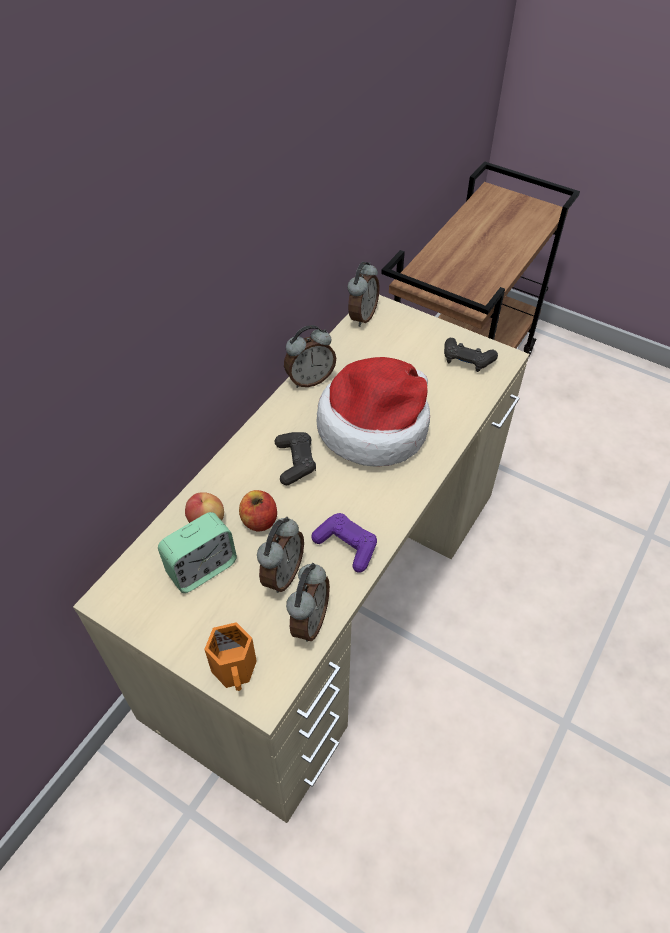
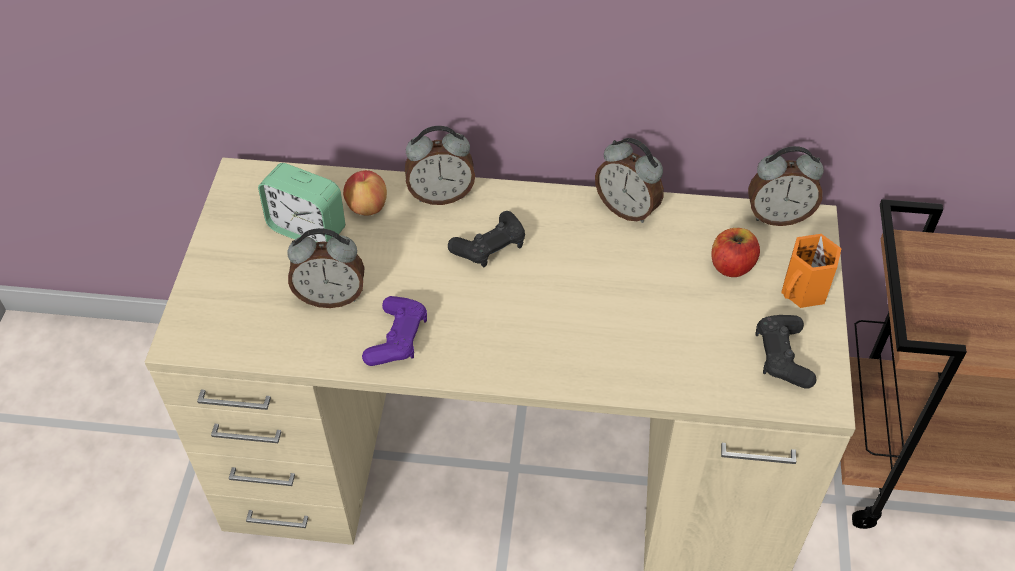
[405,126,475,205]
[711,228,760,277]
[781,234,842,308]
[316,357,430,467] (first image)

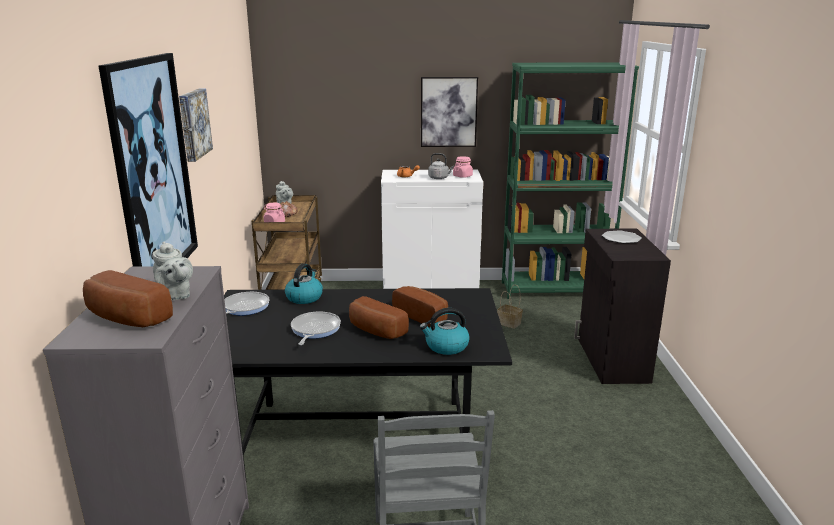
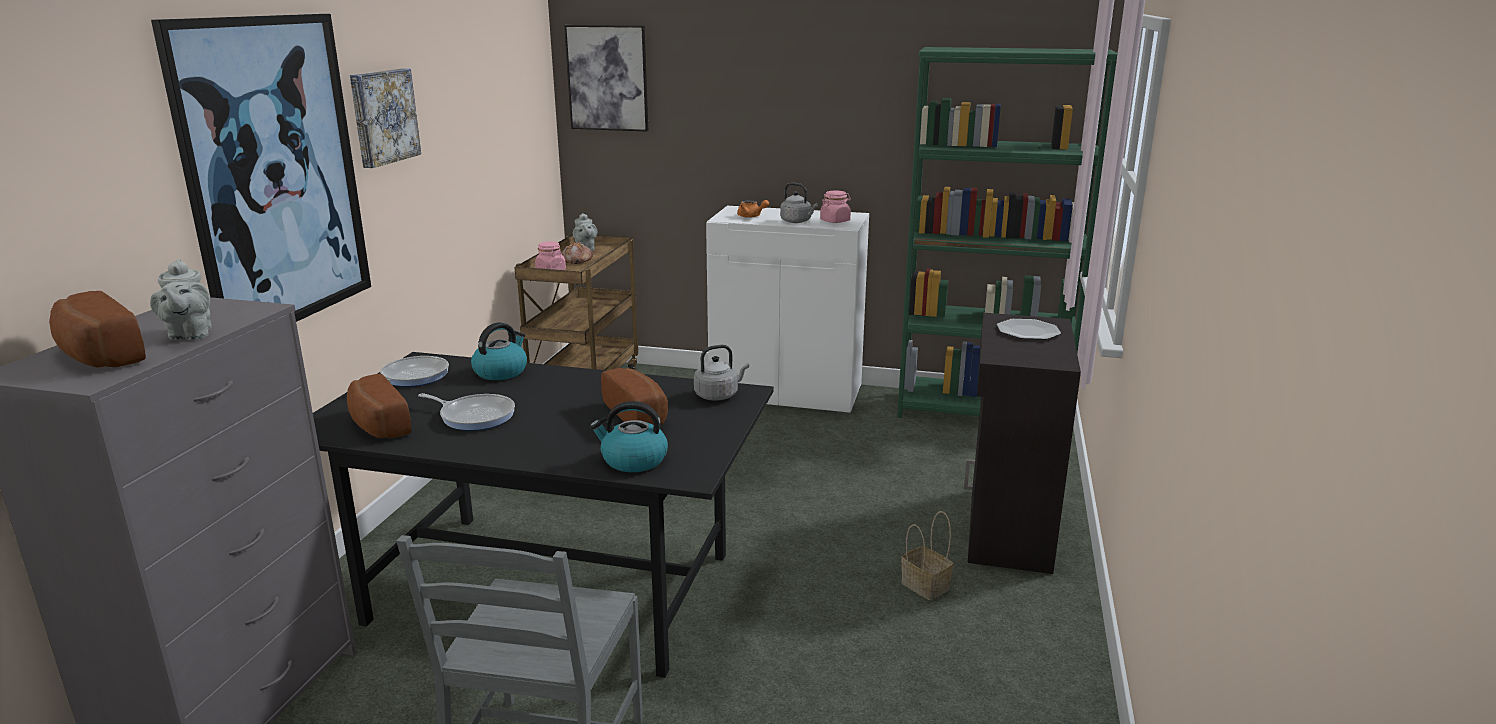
[347,374,411,438]
[418,393,515,431]
[564,25,648,132]
[694,345,749,400]
[901,511,954,600]

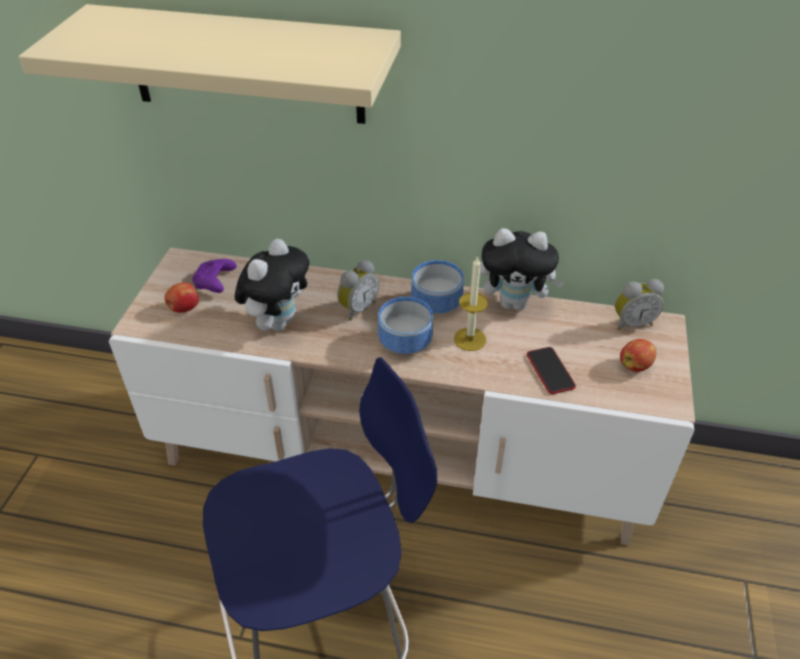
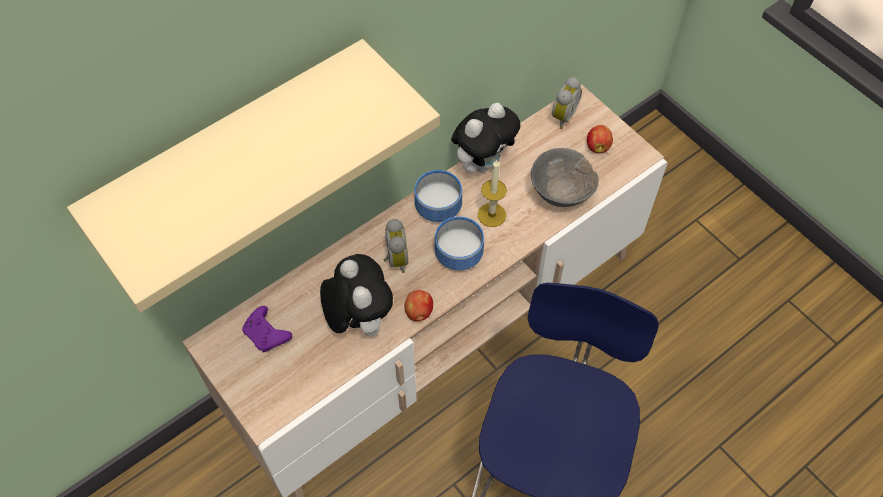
[405,290,433,321]
[531,148,599,207]

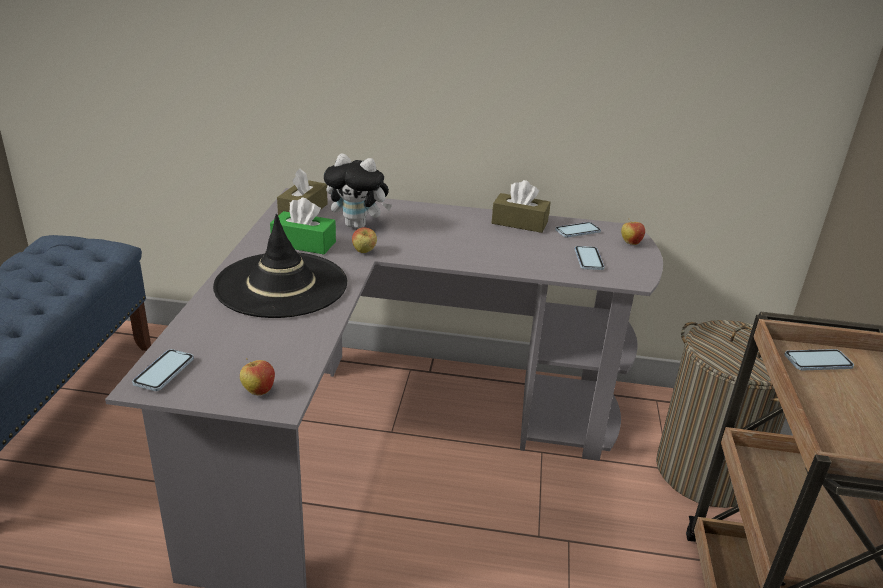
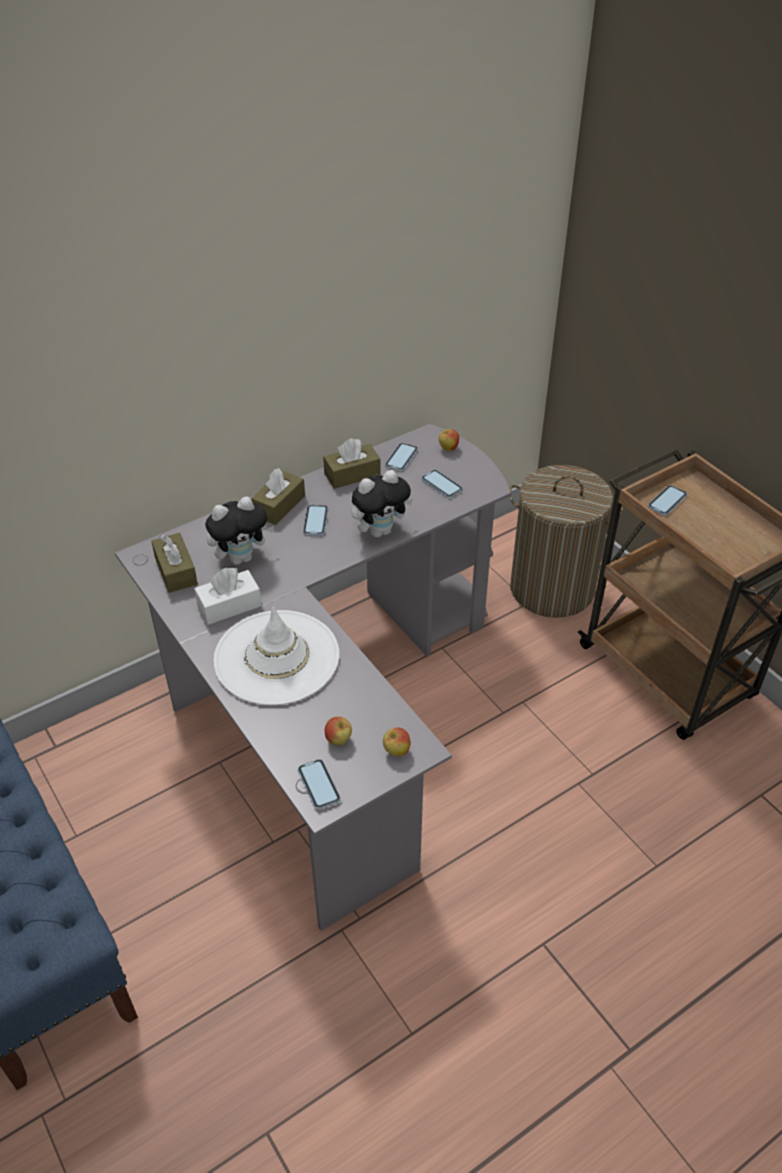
[194,568,262,625]
[214,607,339,705]
[251,468,305,525]
[303,505,328,536]
[325,716,352,745]
[351,470,413,538]

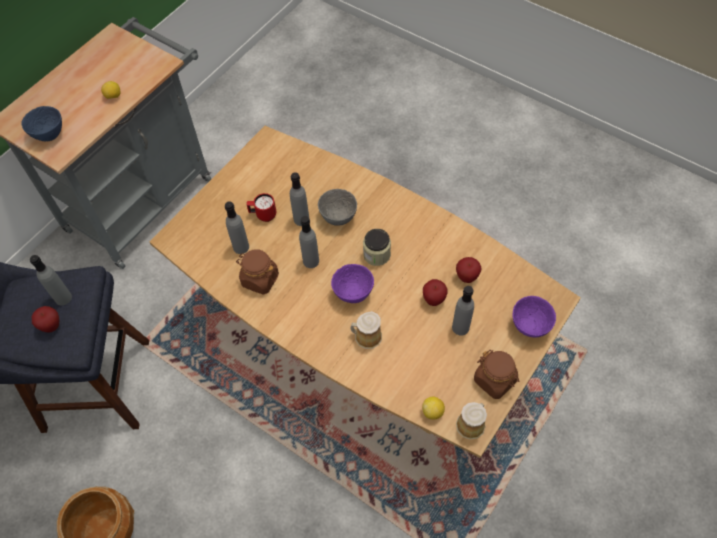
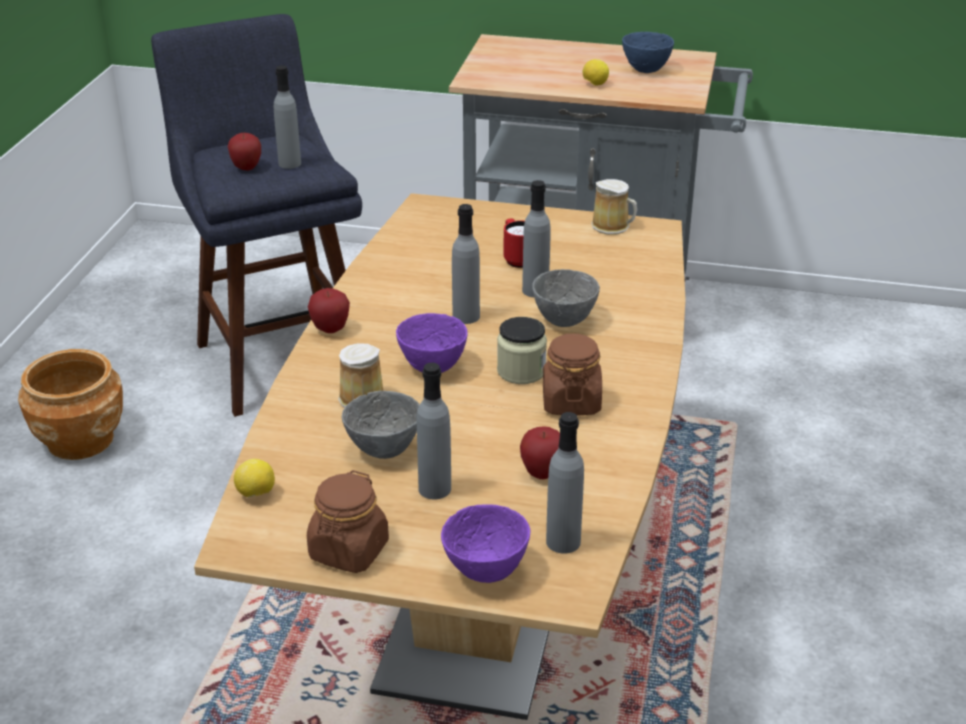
[308,288,350,333]
[342,391,420,459]
[543,333,602,415]
[546,412,584,554]
[591,179,637,235]
[622,32,674,73]

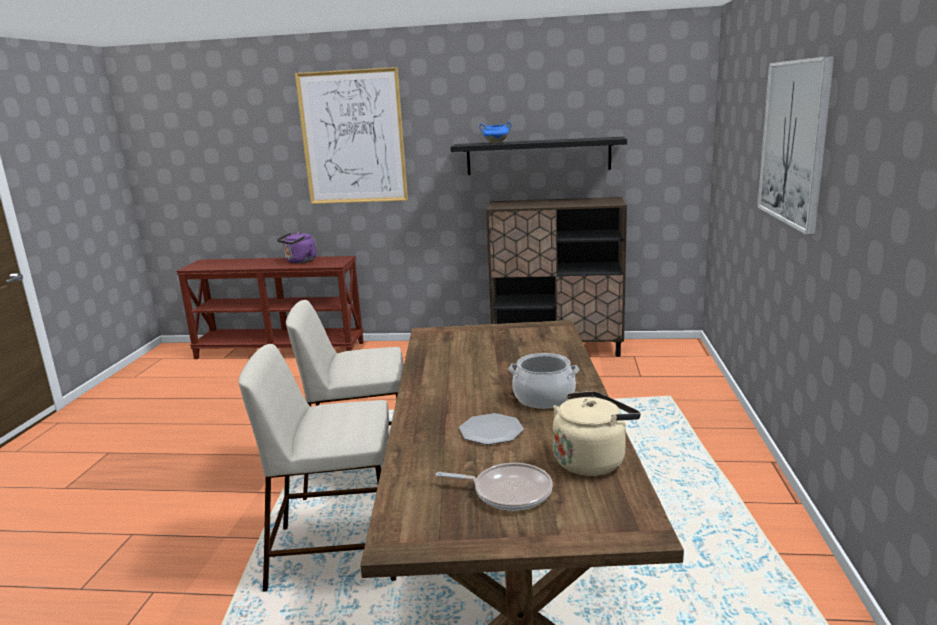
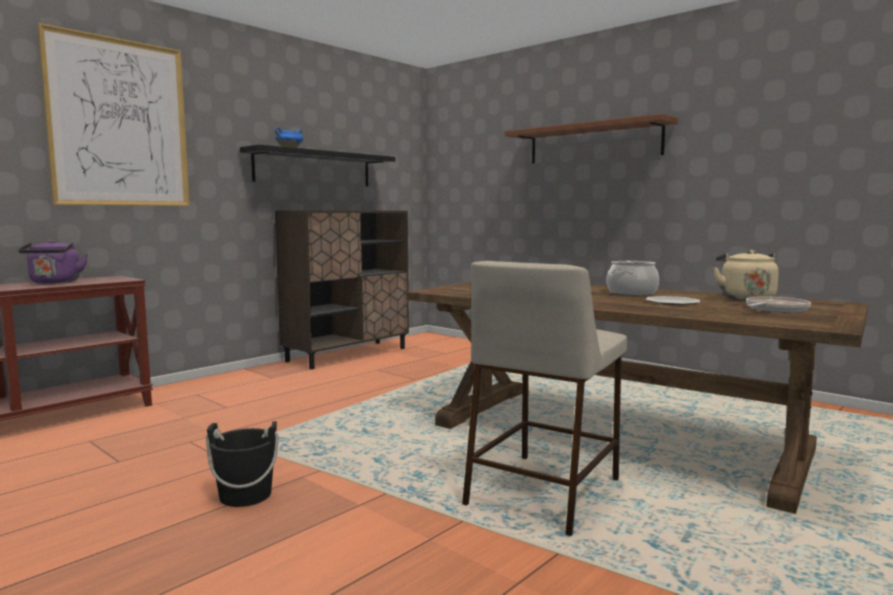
[206,421,279,507]
[505,114,678,164]
[286,300,404,500] (first image)

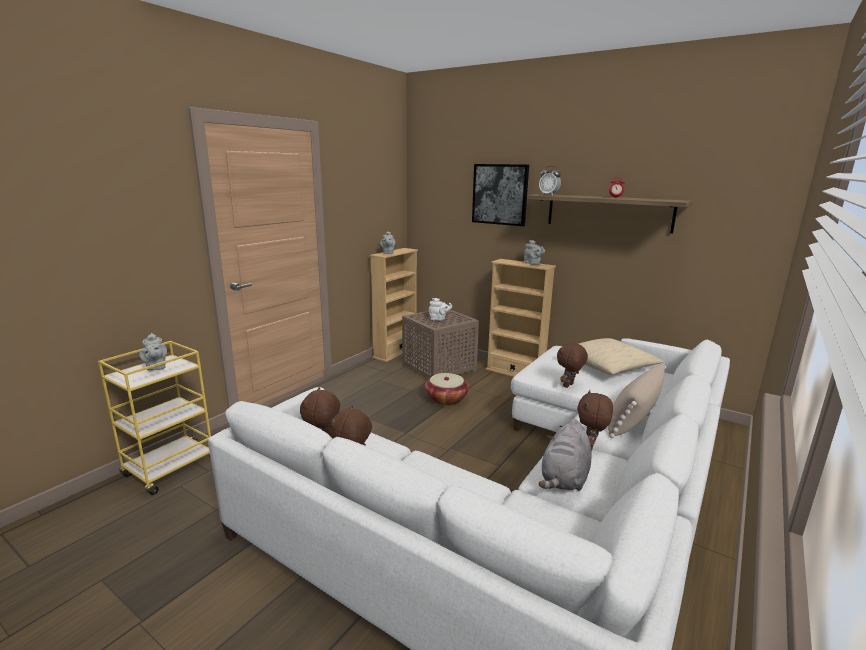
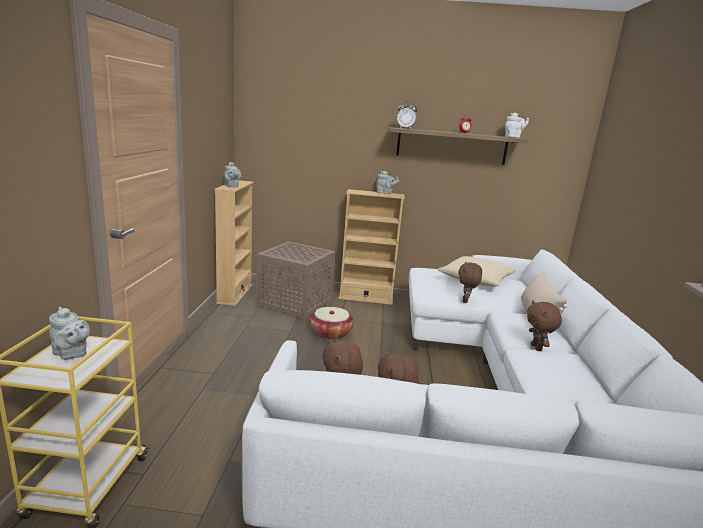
[505,113,529,138]
[472,164,529,226] (first image)
[539,419,591,491] (first image)

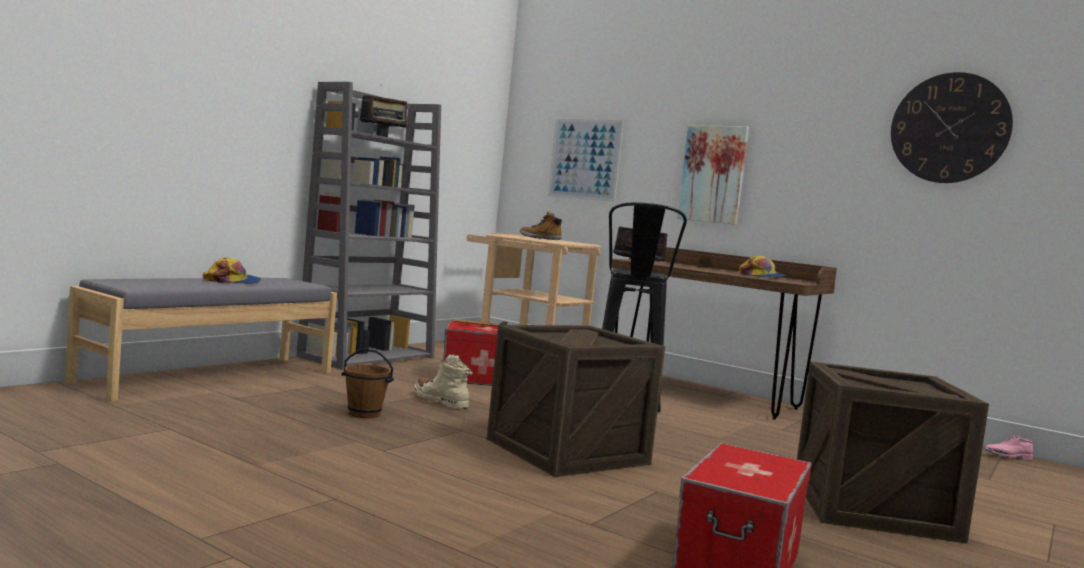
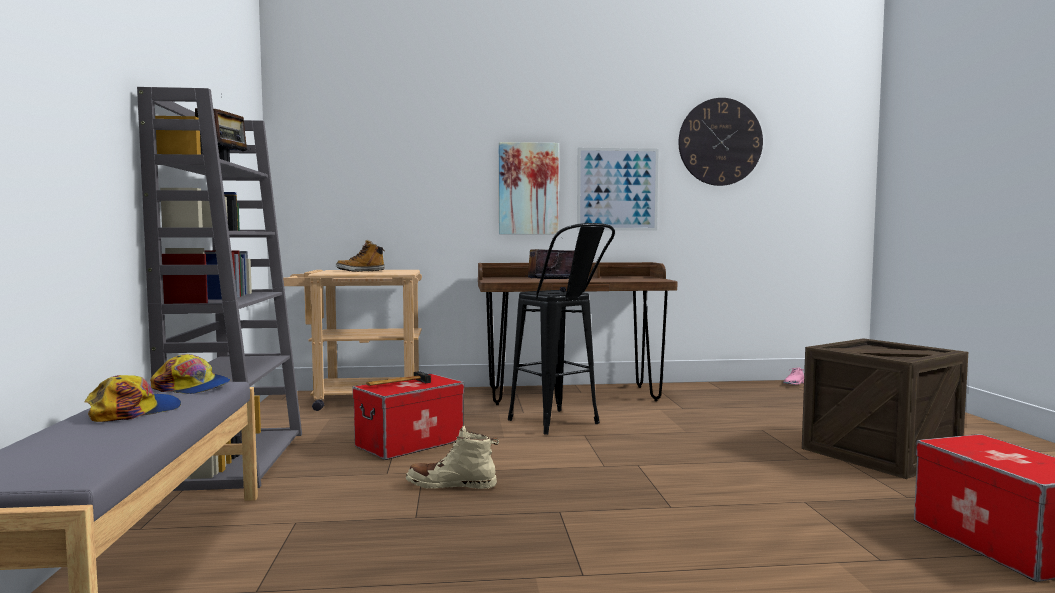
[150,354,230,394]
[577,148,659,231]
[341,349,394,418] (first image)
[487,325,665,477] (first image)

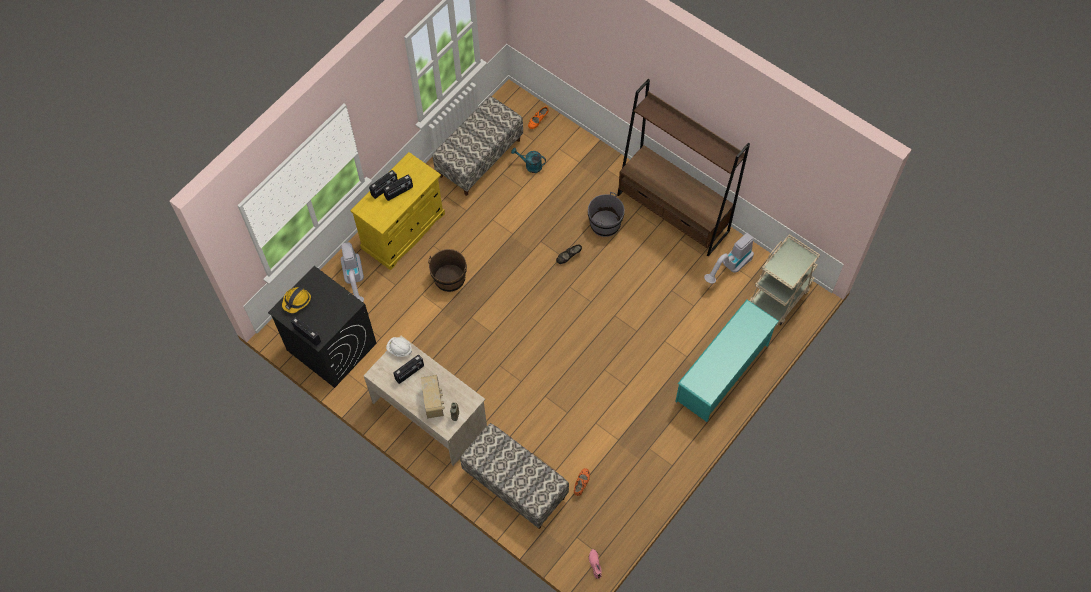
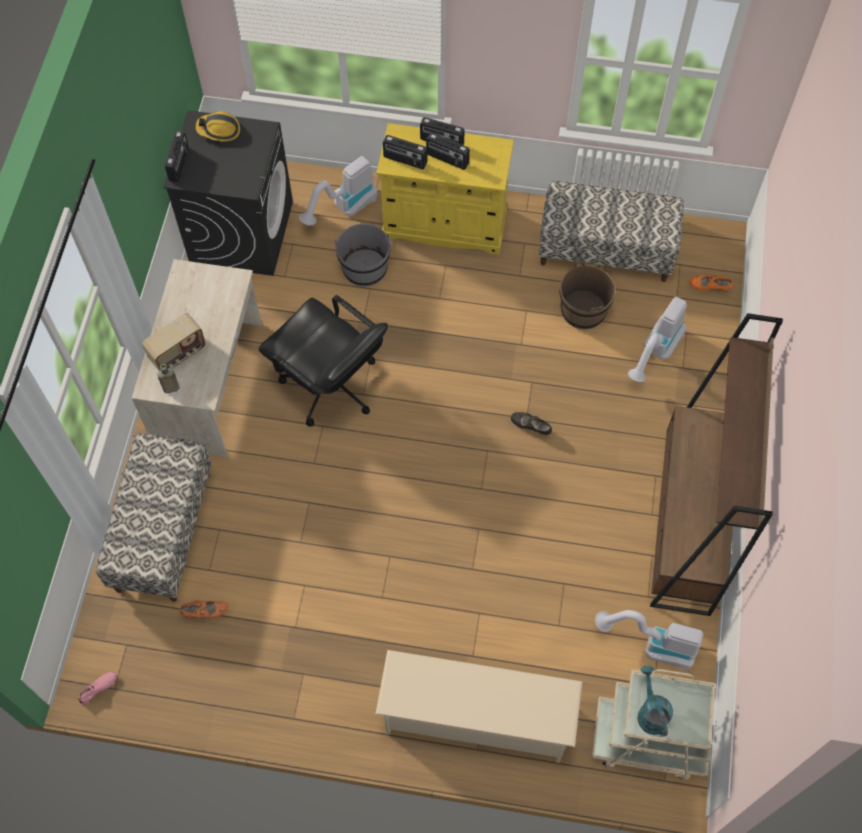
[259,295,388,427]
[335,224,391,287]
[376,650,582,763]
[383,135,427,169]
[560,261,615,330]
[628,297,687,382]
[638,666,673,737]
[386,337,412,357] (first image)

